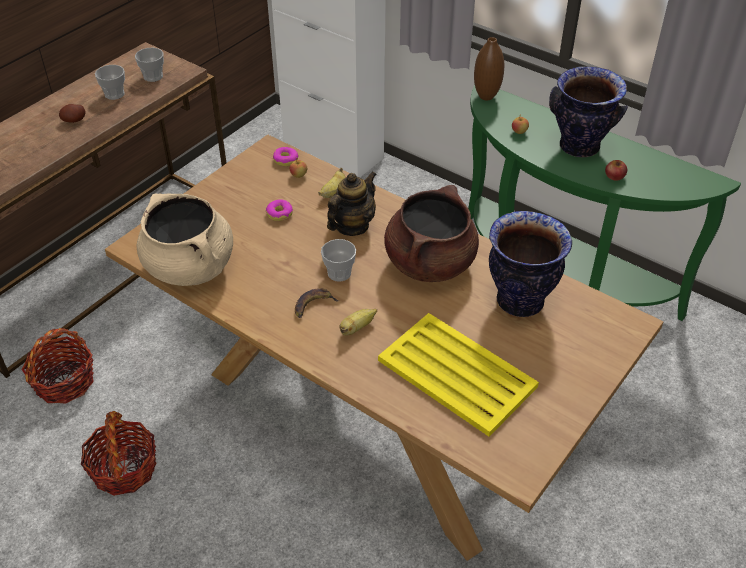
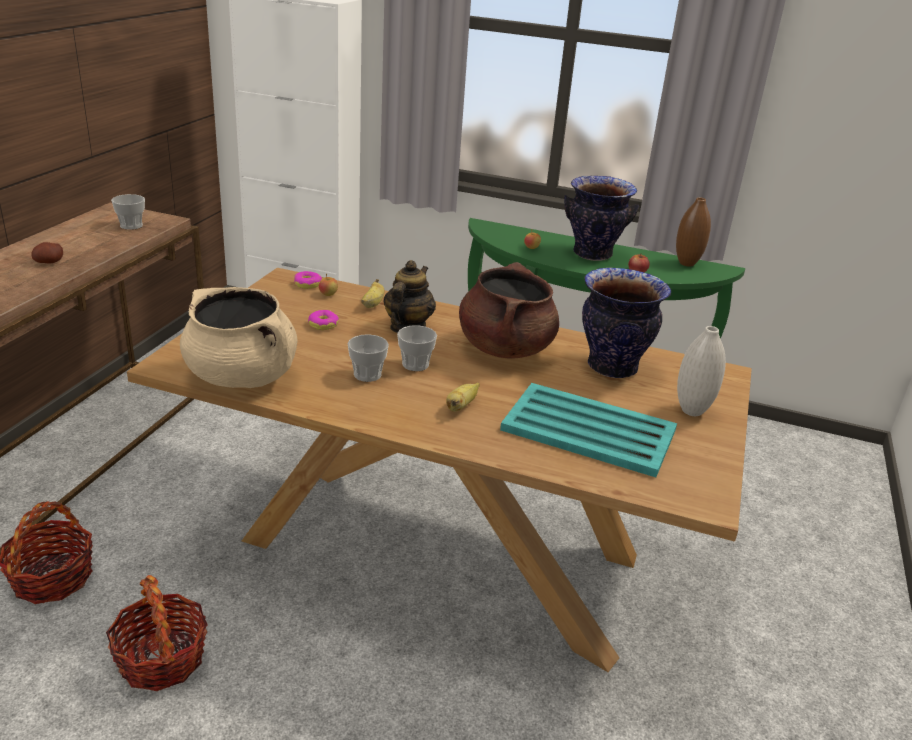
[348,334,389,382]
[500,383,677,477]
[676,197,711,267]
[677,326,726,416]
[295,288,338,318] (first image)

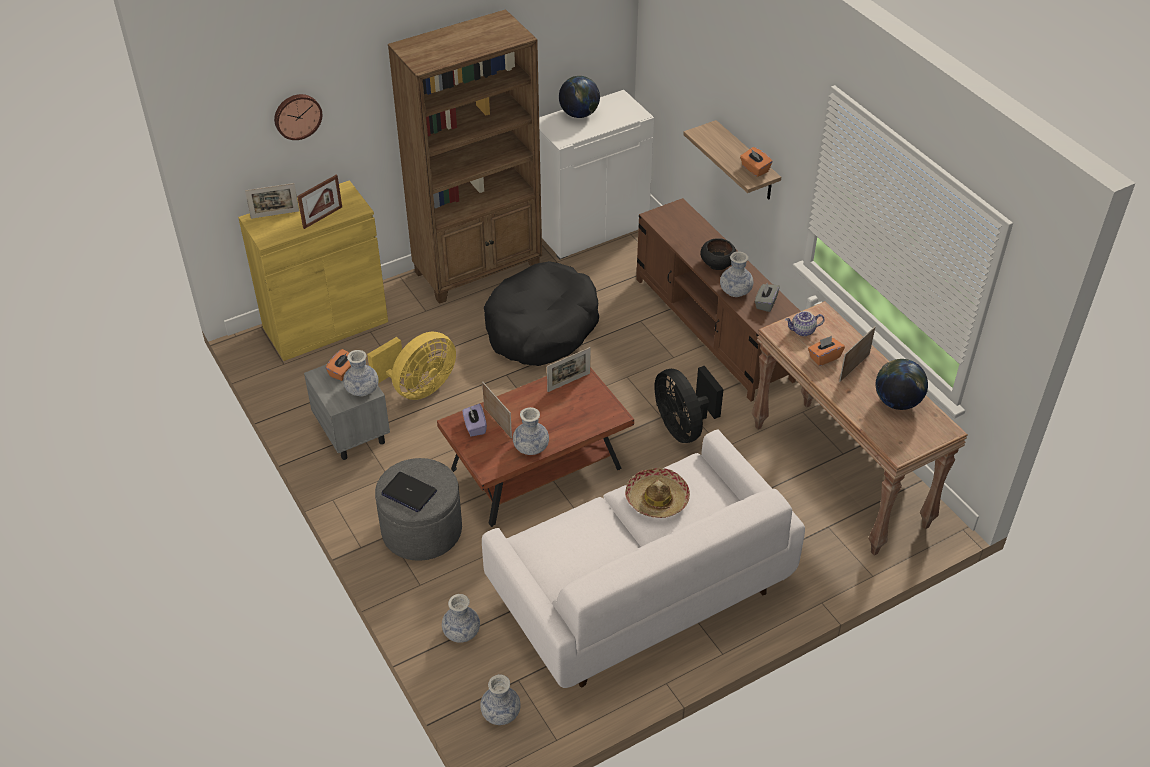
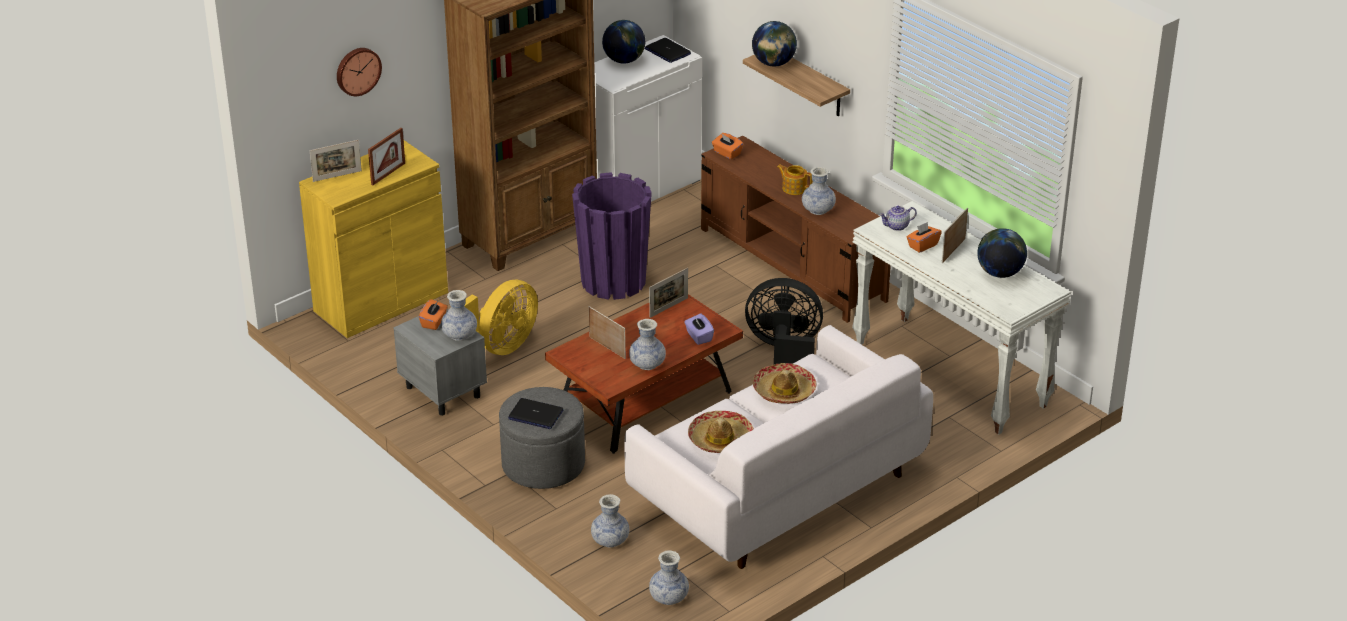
[572,172,652,300]
[645,38,691,63]
[684,313,714,345]
[688,411,754,453]
[712,133,743,159]
[745,278,823,365]
[752,21,797,66]
[777,164,813,195]
[852,201,1071,435]
[755,282,780,312] (first image)

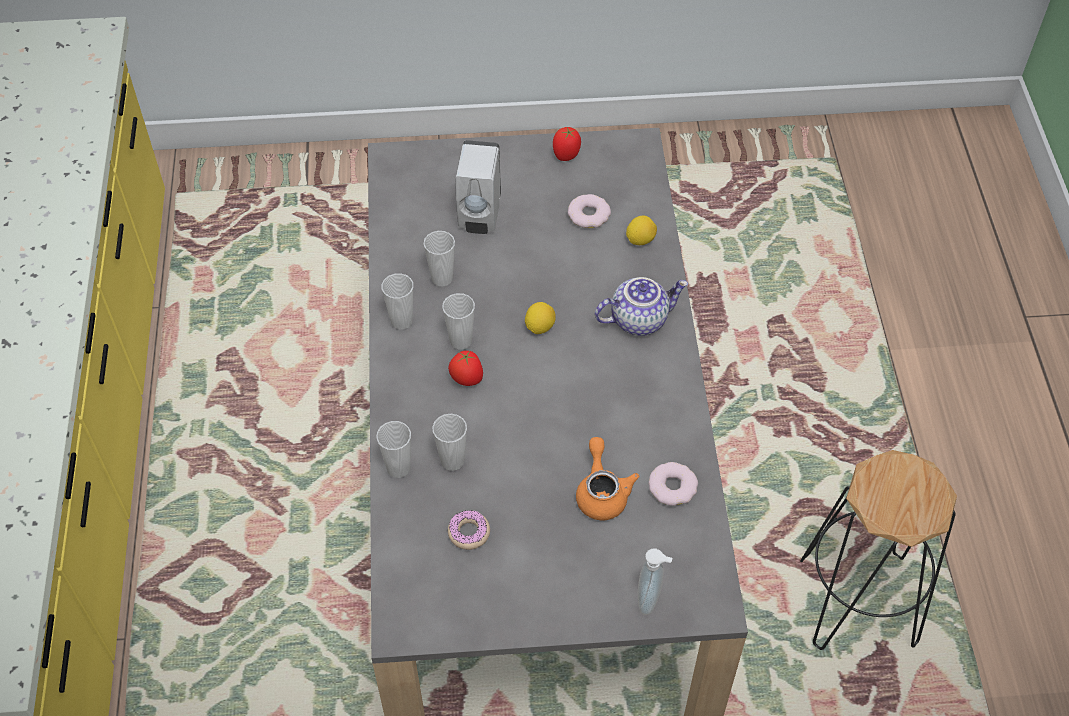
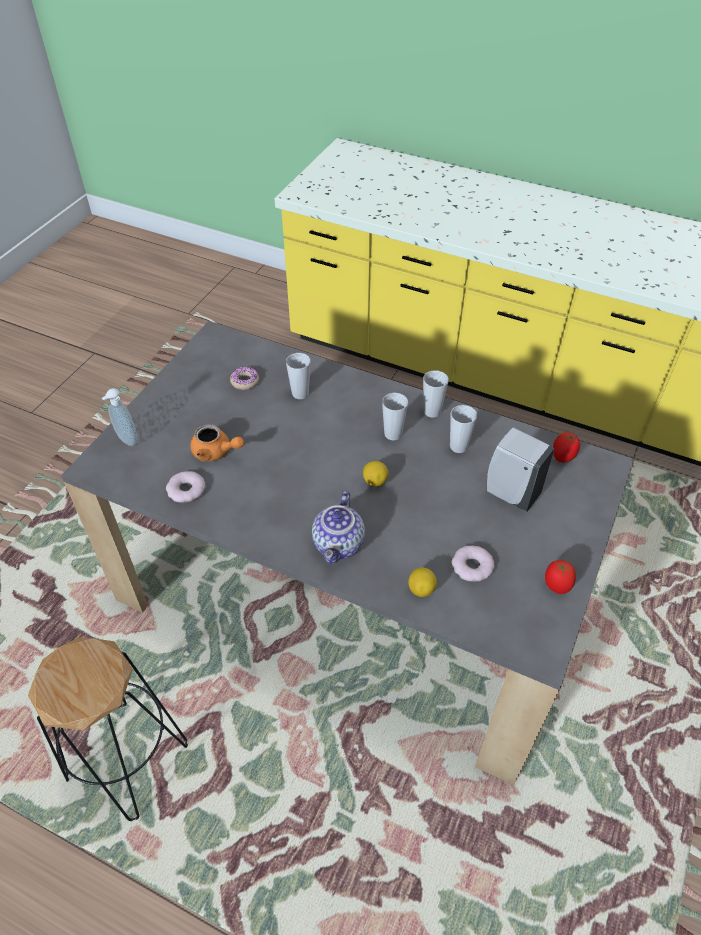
[553,432,580,462]
[376,421,411,478] (first image)

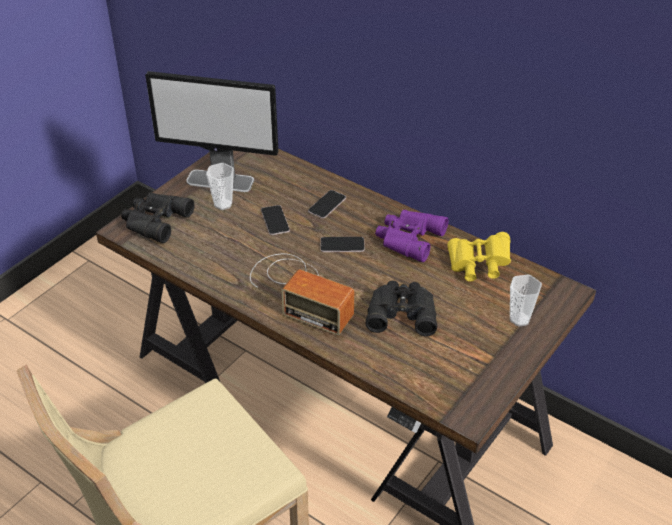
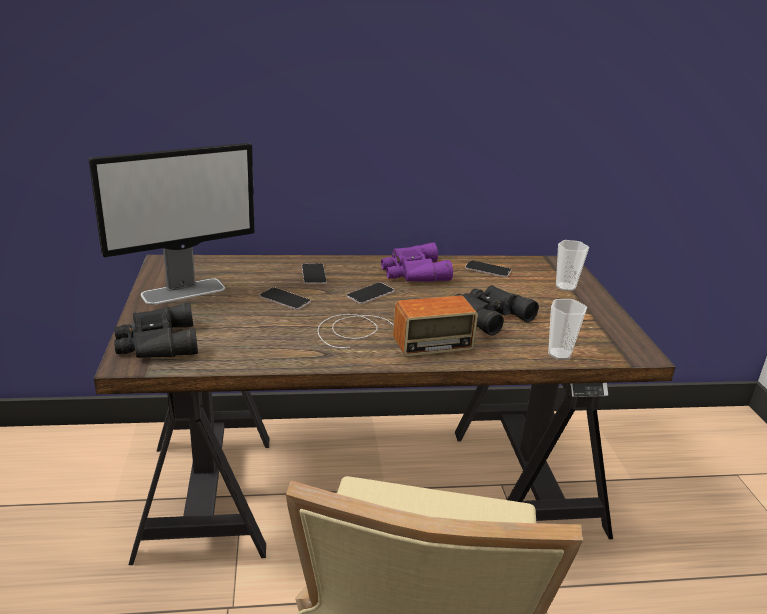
[465,260,511,277]
[548,299,587,360]

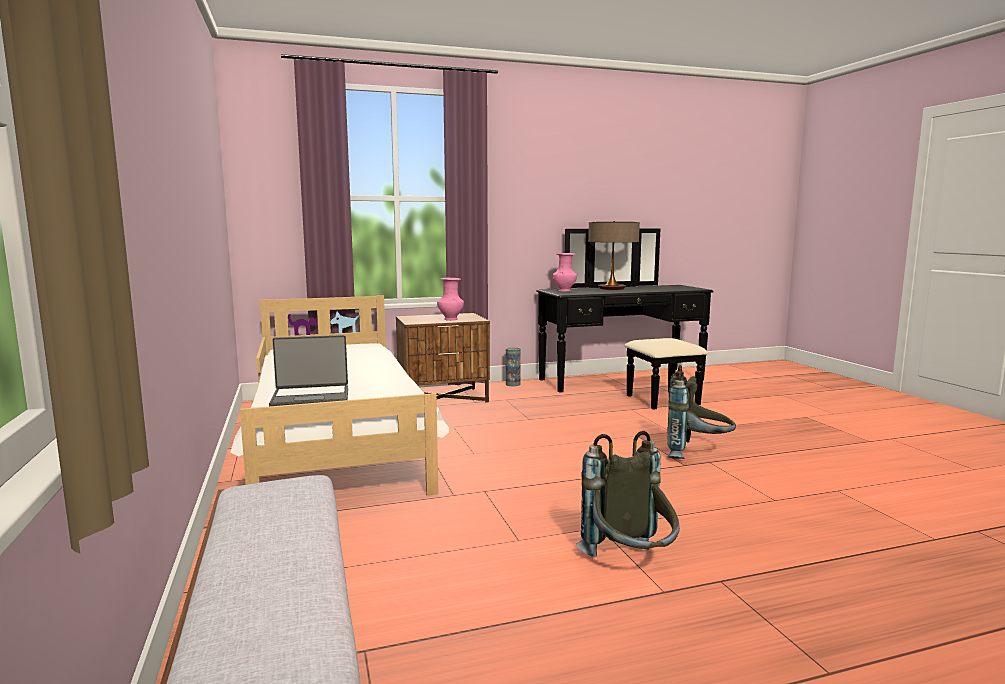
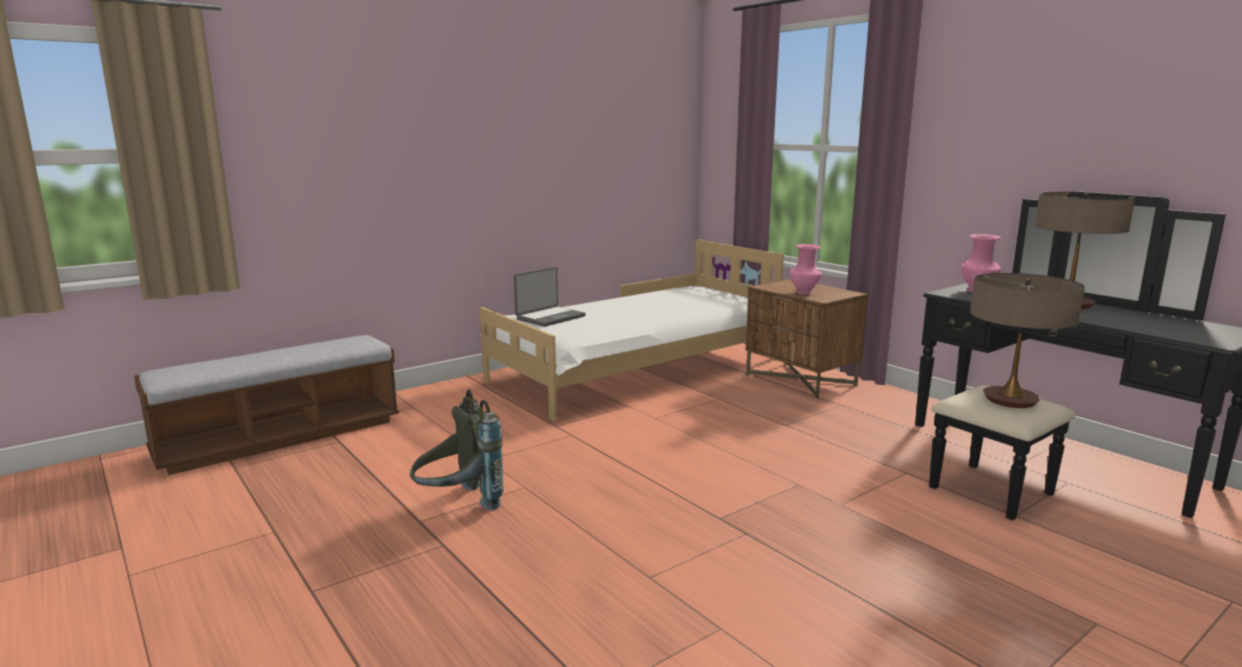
[514,267,586,327]
[970,273,1085,408]
[506,347,521,386] (first image)
[667,365,736,459] (first image)

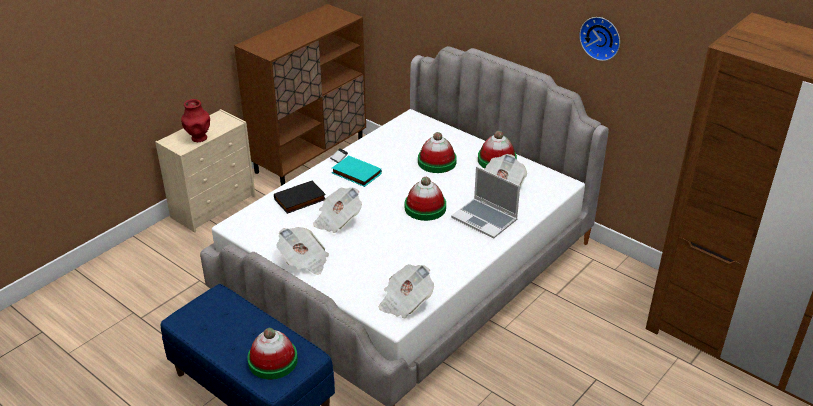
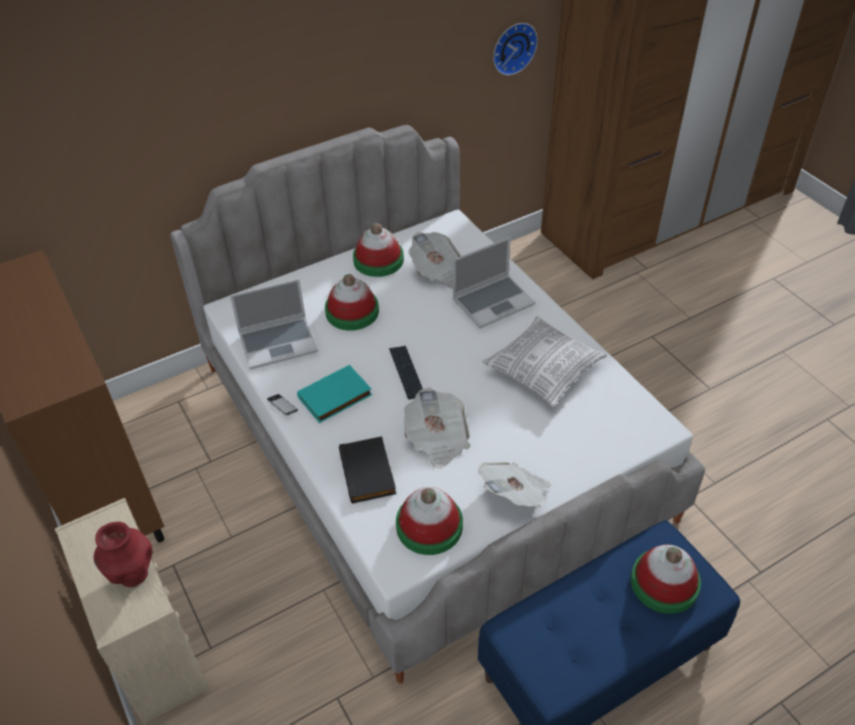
[230,279,318,369]
[389,346,423,400]
[396,487,463,555]
[483,316,607,407]
[493,23,538,75]
[379,264,434,318] (first image)

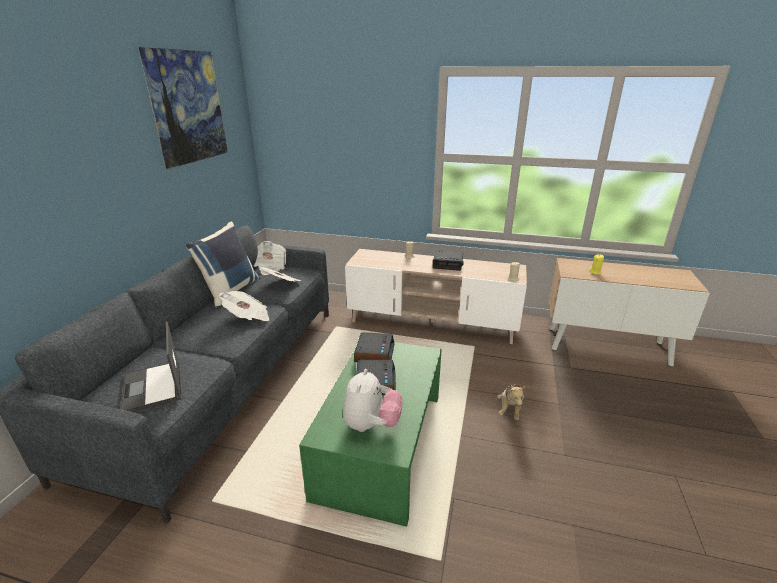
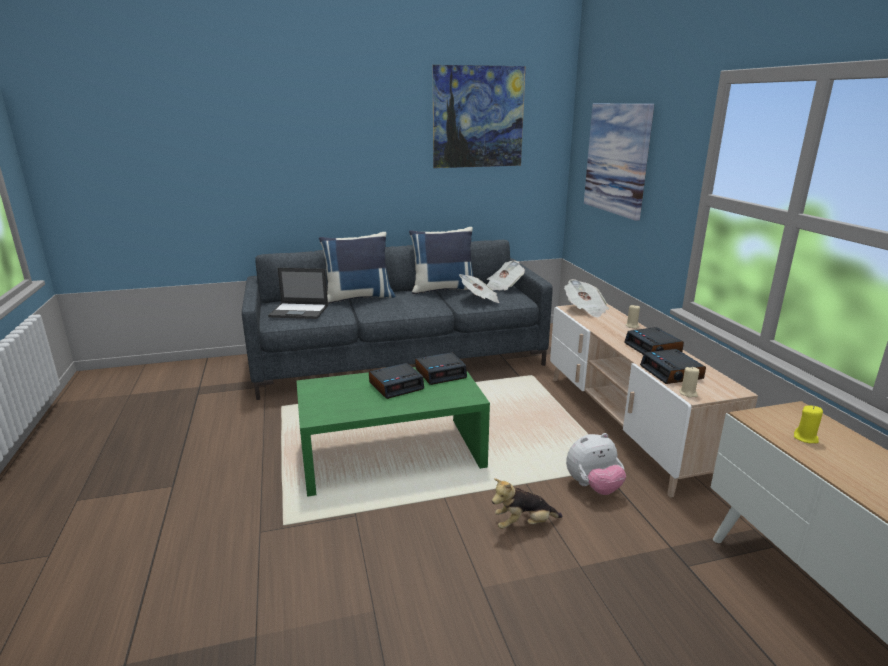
[268,268,328,319]
[319,232,395,304]
[564,279,609,318]
[566,433,626,495]
[584,104,654,221]
[640,349,706,384]

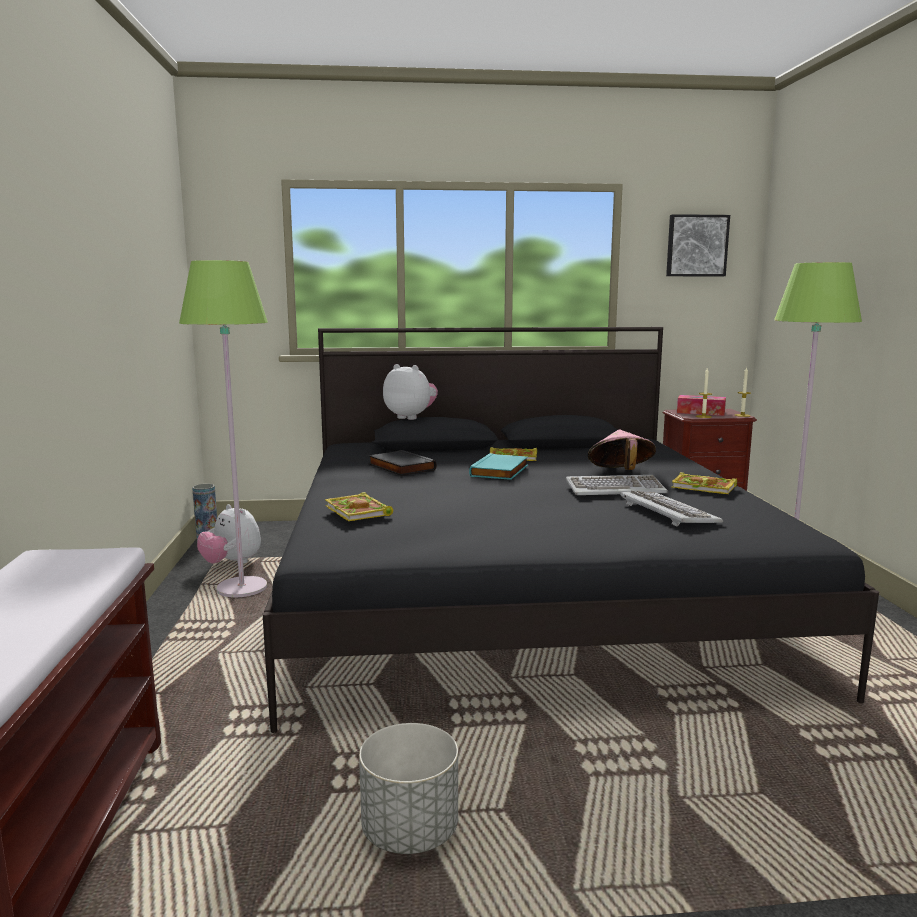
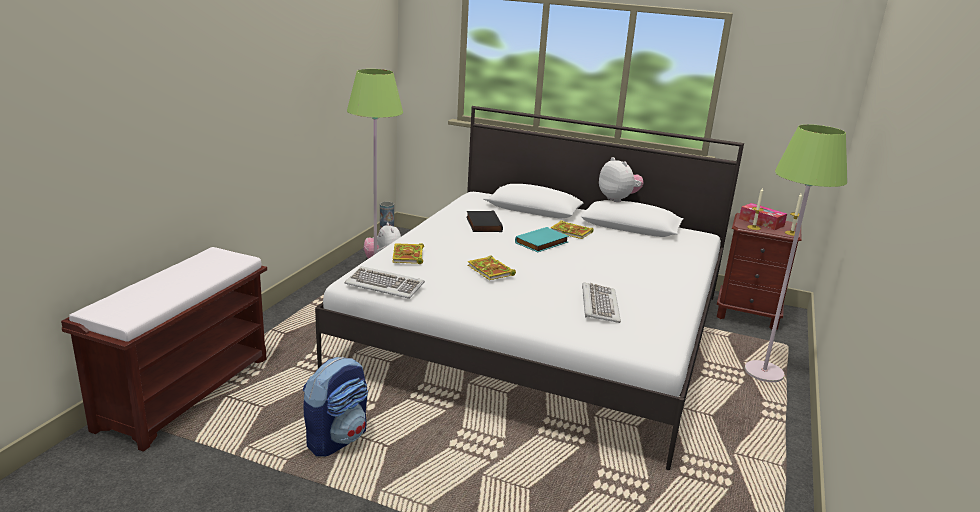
[303,357,368,457]
[315,106,744,470]
[345,266,425,299]
[468,255,516,280]
[599,157,644,202]
[588,429,656,470] (first image)
[666,214,730,276] (first image)

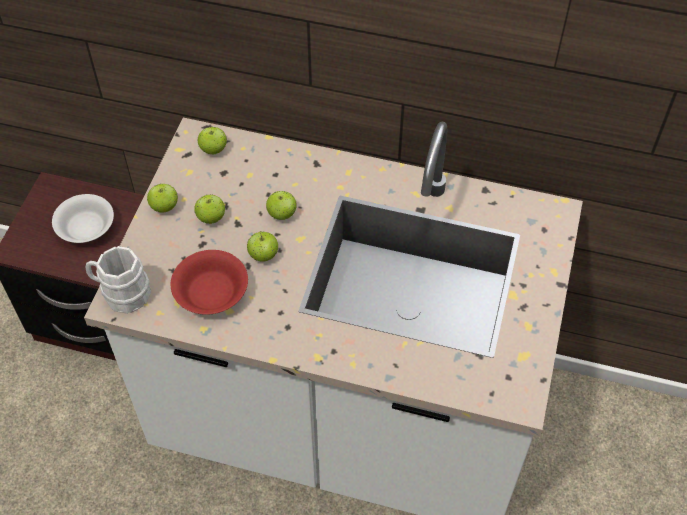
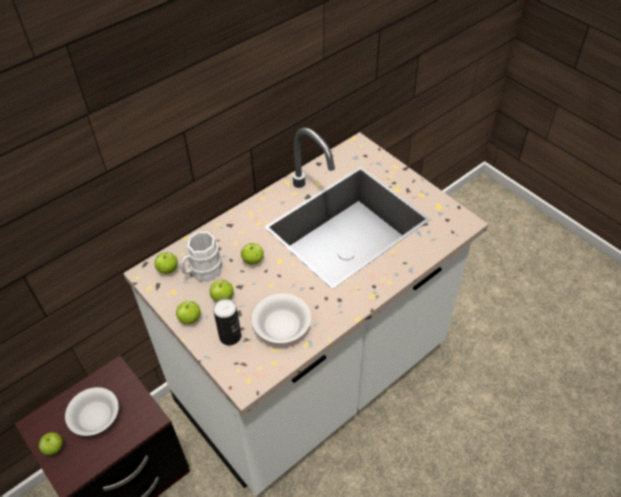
[39,432,63,455]
[181,232,222,281]
[213,298,241,345]
[252,293,311,343]

